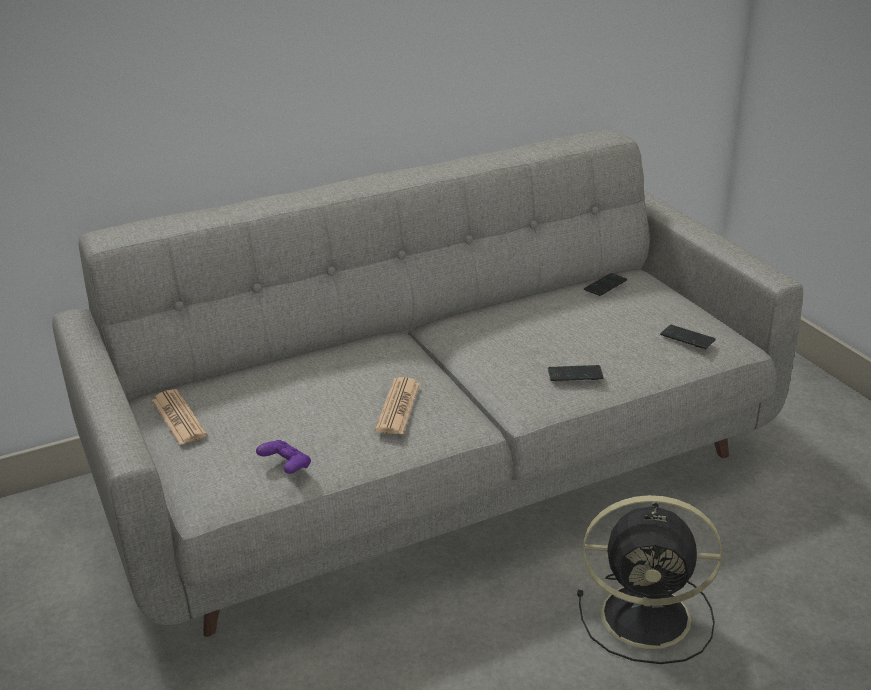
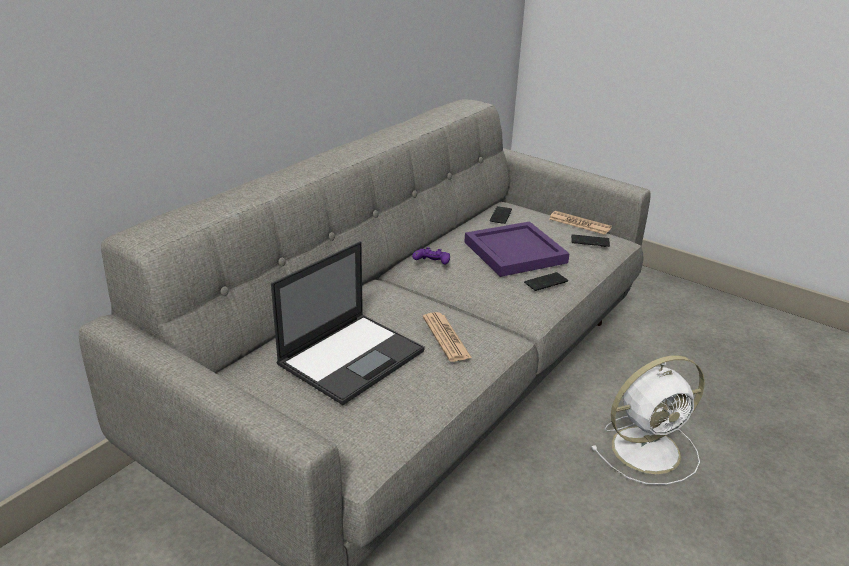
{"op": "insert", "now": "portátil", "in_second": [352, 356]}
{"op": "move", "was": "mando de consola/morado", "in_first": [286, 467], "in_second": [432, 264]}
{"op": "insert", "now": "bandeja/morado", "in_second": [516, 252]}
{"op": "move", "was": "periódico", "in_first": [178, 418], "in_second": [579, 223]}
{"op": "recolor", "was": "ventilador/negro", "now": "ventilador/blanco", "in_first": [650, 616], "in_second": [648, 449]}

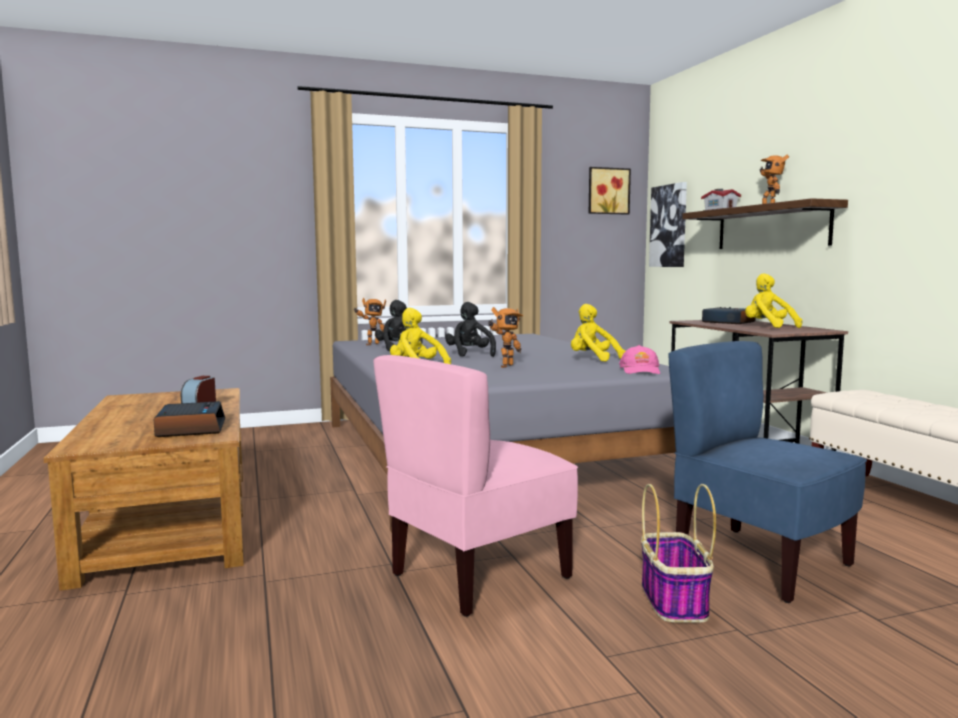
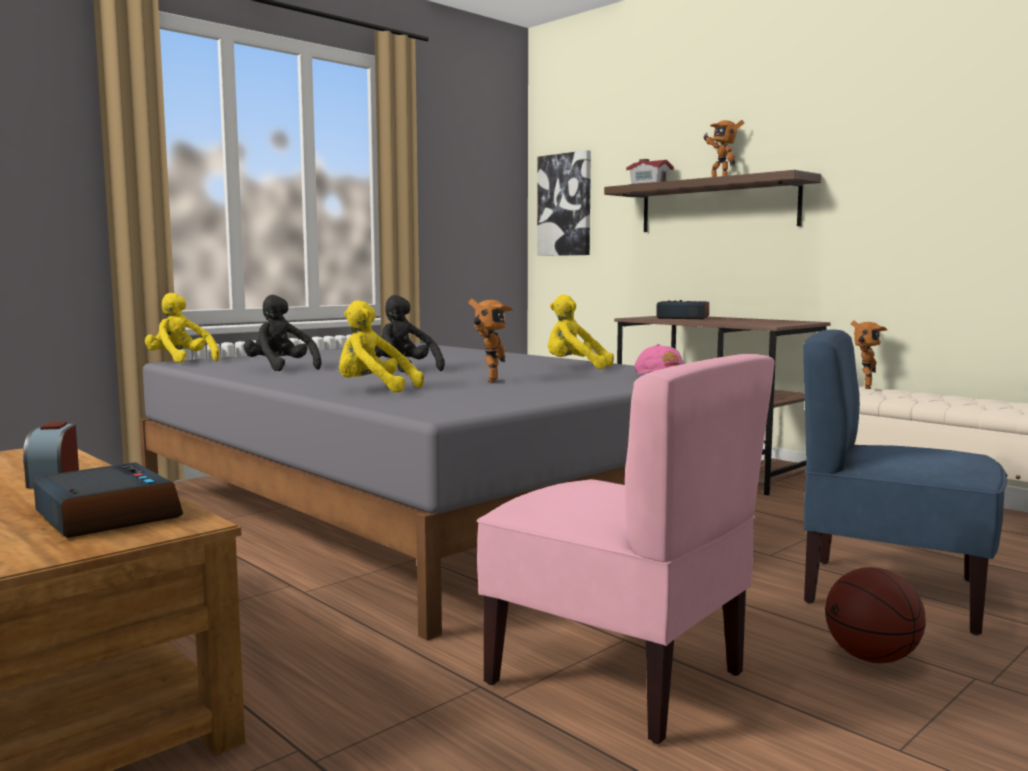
{"op": "move", "was": "peluche/amarillo", "in_first": [768, 327], "in_second": [180, 361]}
{"op": "rotate", "was": "silla/rosa", "in_first": [478, 575], "in_second": [618, 677], "clockwise": -75}
{"op": "replace", "was": "cesta", "now": "balón de baloncesto", "in_first": [673, 600], "in_second": [871, 658]}
{"op": "move", "was": "robot de juguete", "in_first": [371, 344], "in_second": [864, 387]}
{"op": "delete", "was": "cuadro", "in_first": [608, 191]}

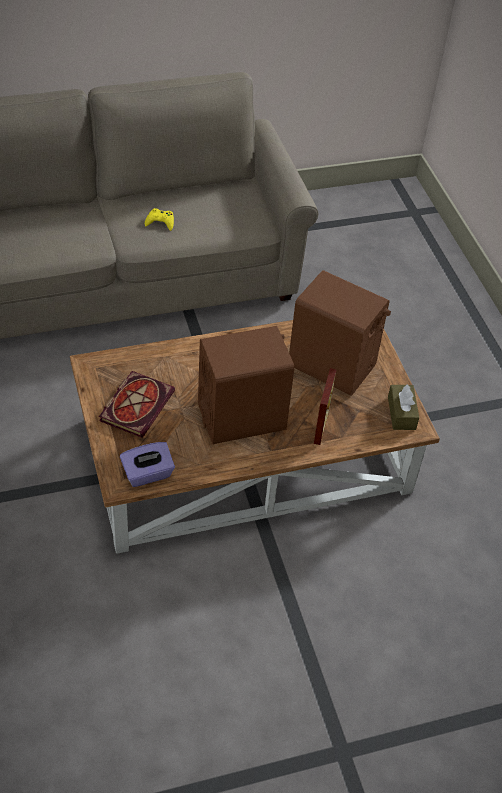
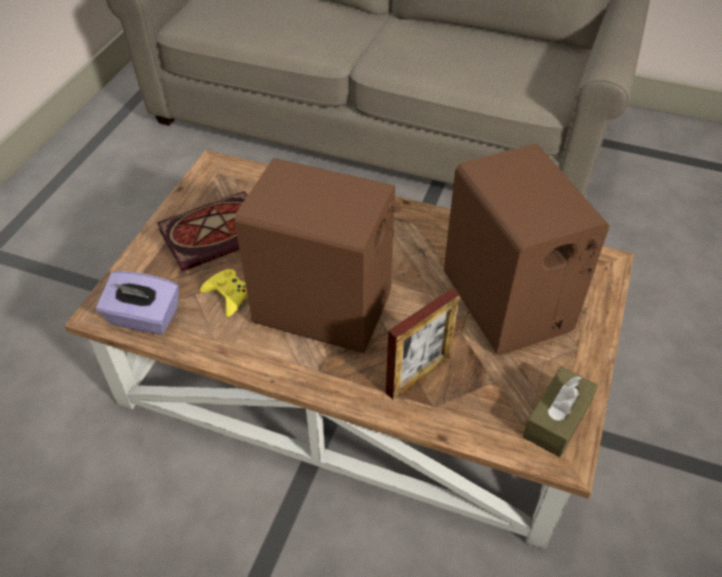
{"op": "move", "was": "mando de consola/amarillo", "in_first": [160, 222], "in_second": [228, 295]}

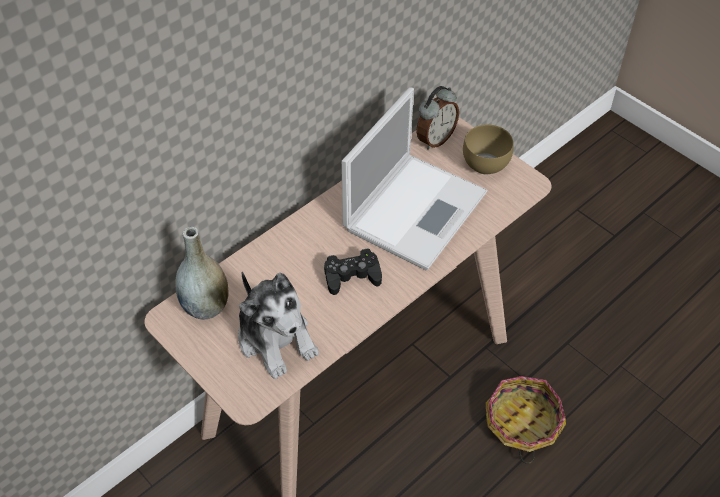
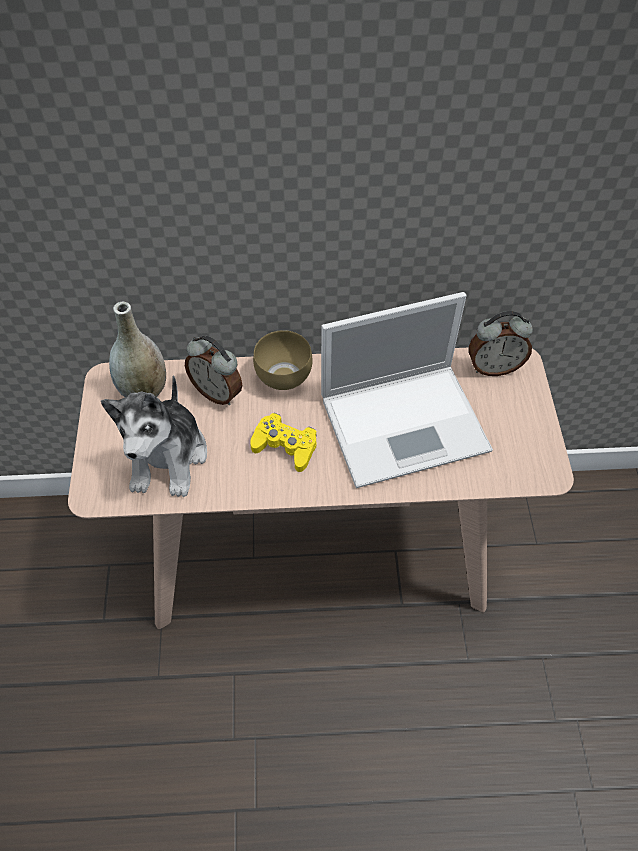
{"op": "insert", "now": "despertador", "in_second": [218, 392]}
{"op": "recolor", "was": "mando de consola/negro", "now": "mando de consola/amarillo", "in_first": [352, 276], "in_second": [285, 446]}
{"op": "move", "was": "cuenco/marrón", "in_first": [487, 165], "in_second": [285, 378]}
{"op": "delete", "was": "cesta", "in_first": [522, 423]}

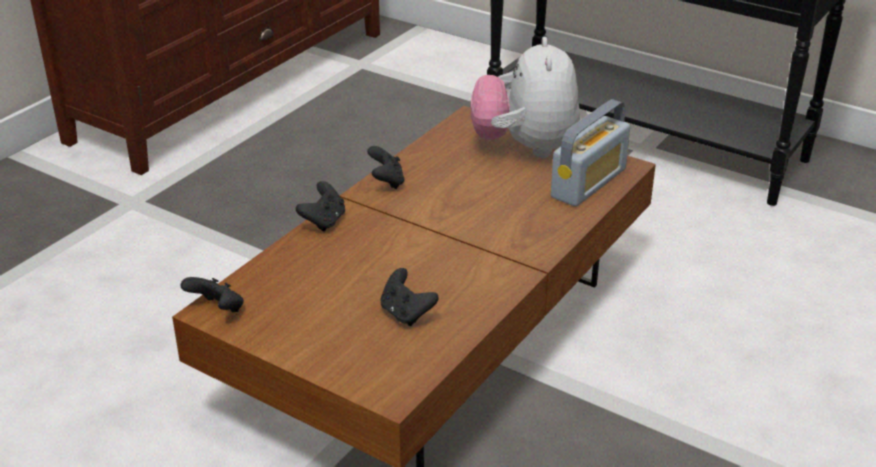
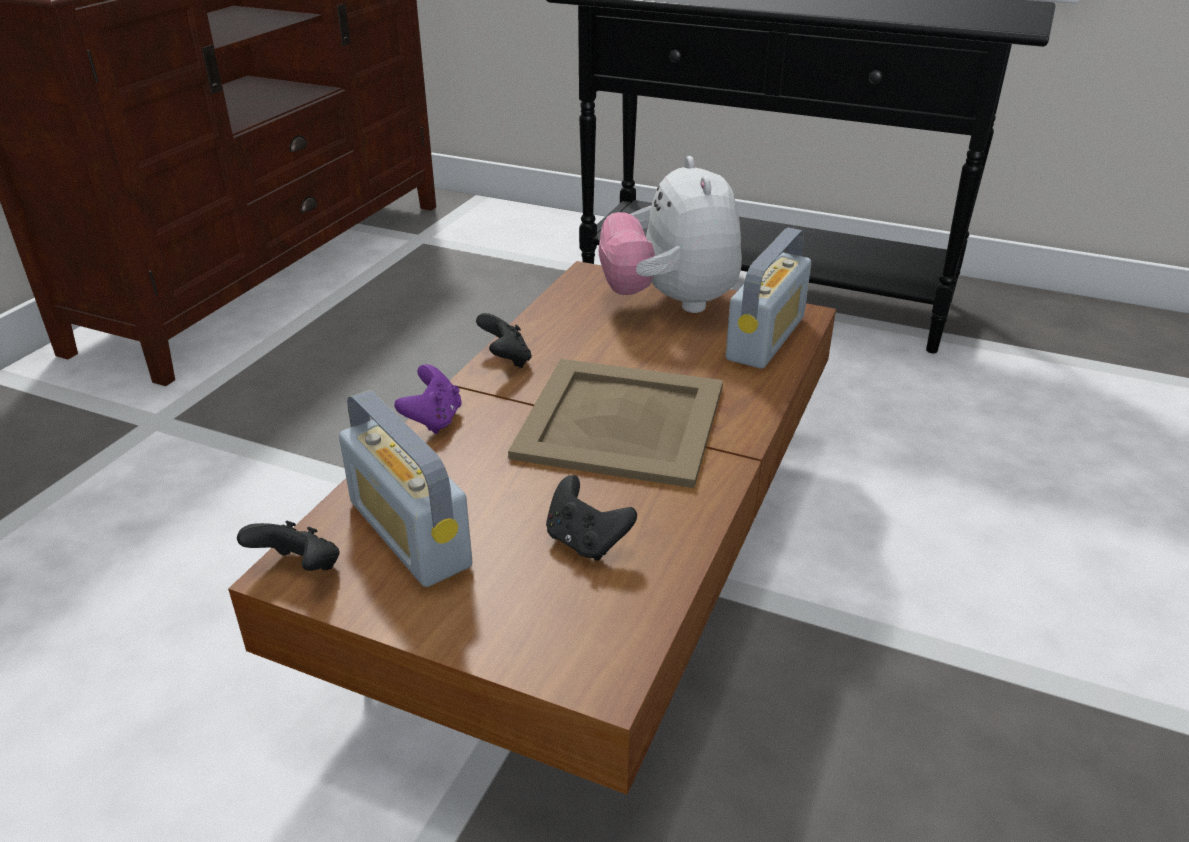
{"op": "insert", "now": "radio", "in_second": [409, 533]}
{"op": "recolor", "was": "mando de consola/negro", "now": "mando de consola/morado", "in_first": [324, 221], "in_second": [433, 420]}
{"op": "insert", "now": "bandeja/beis", "in_second": [620, 420]}

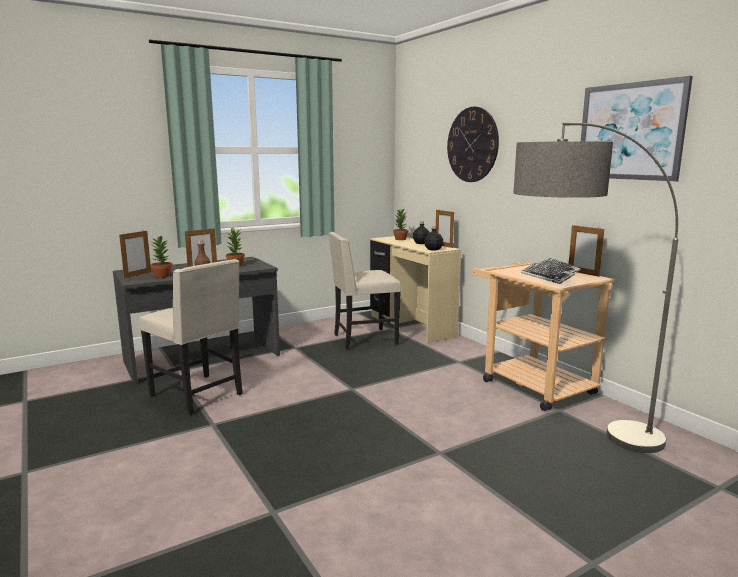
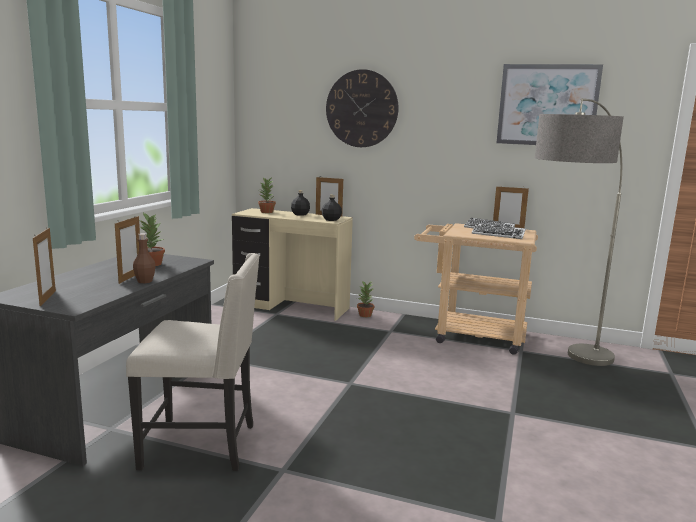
{"op": "move", "was": "planta en maceta", "in_first": [162, 276], "in_second": [365, 315]}
{"op": "delete", "was": "silla/beis", "in_first": [363, 339]}

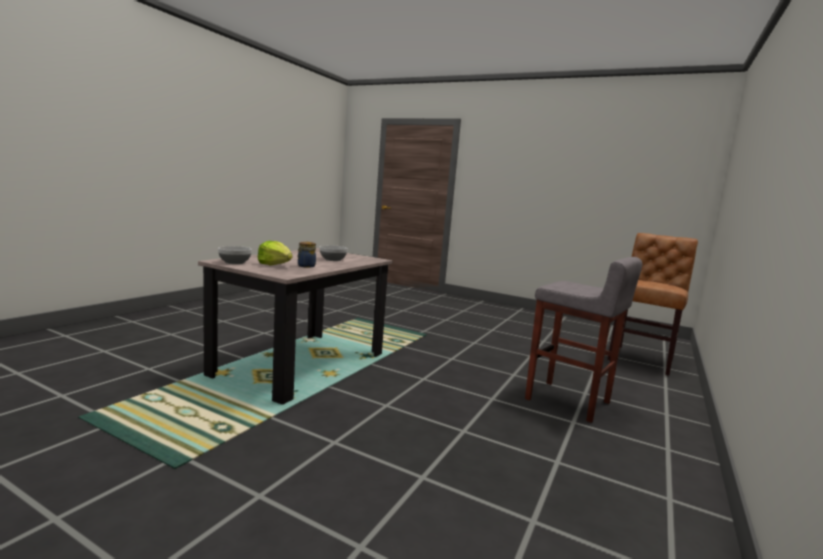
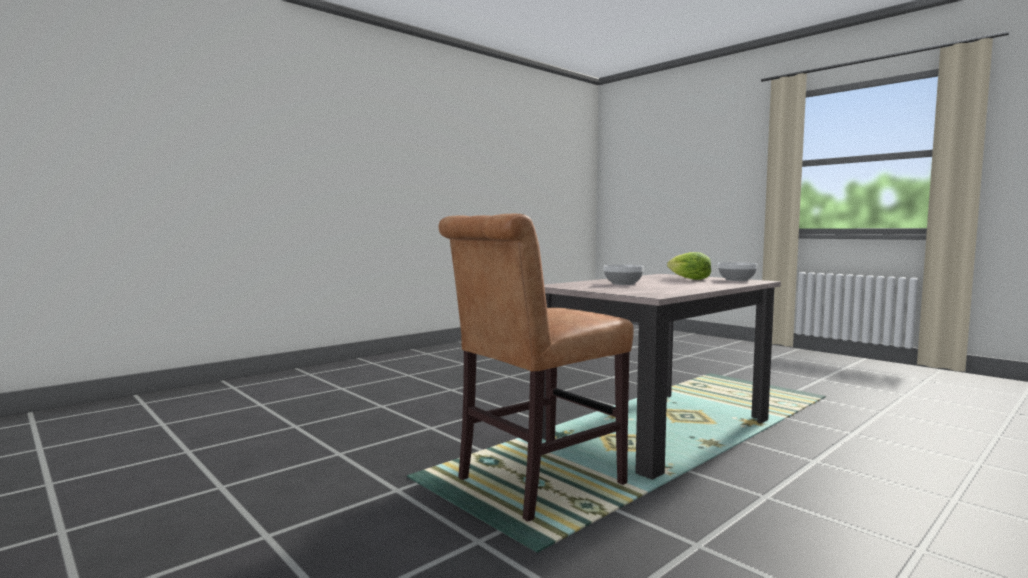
{"op": "move", "was": "silla/marrón", "in_first": [642, 359], "in_second": [533, 484]}
{"op": "delete", "was": "tarro", "in_first": [305, 266]}
{"op": "delete", "was": "taburete/gris", "in_first": [568, 401]}

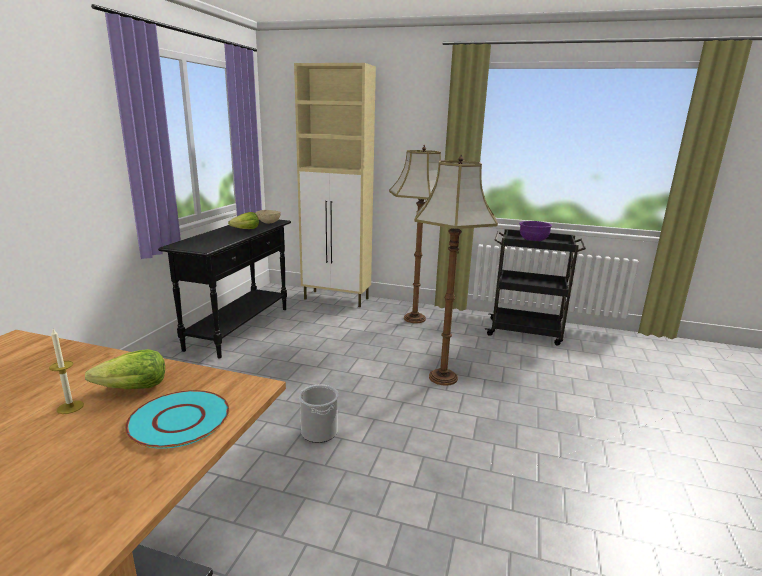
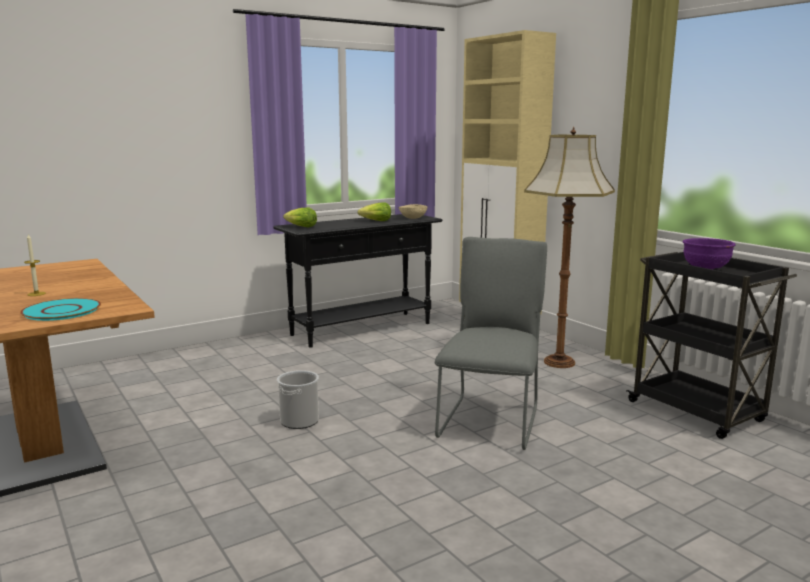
{"op": "move", "was": "lechuga", "in_first": [132, 389], "in_second": [301, 227]}
{"op": "replace", "was": "lámpara de pie", "now": "silla/gris", "in_first": [442, 377], "in_second": [490, 420]}

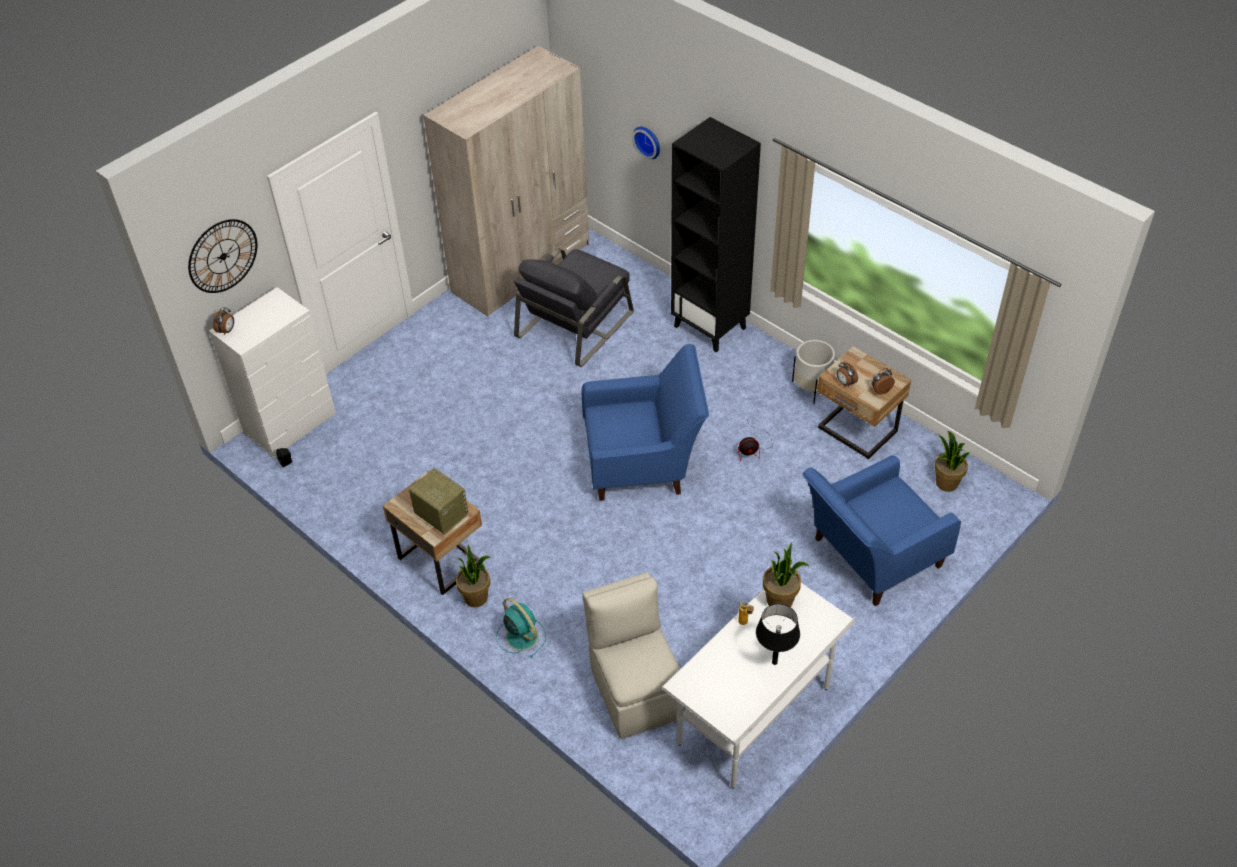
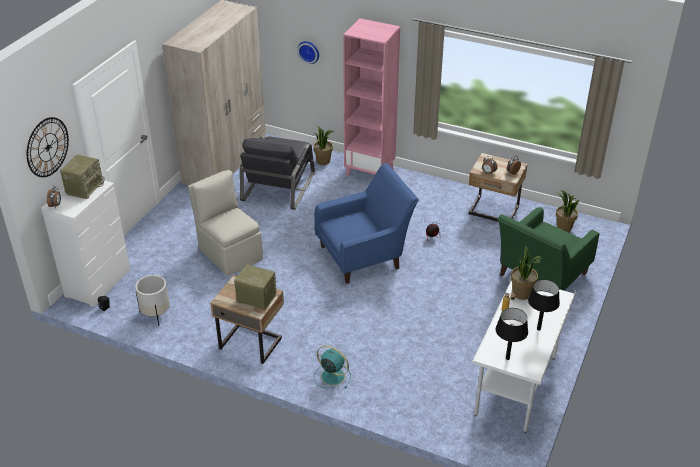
{"op": "insert", "now": "radio", "in_second": [84, 188]}
{"op": "move", "was": "maceta/blanco", "in_first": [811, 388], "in_second": [156, 314]}
{"op": "move", "was": "silla/beis", "in_first": [635, 690], "in_second": [229, 253]}
{"op": "move", "was": "planta en maceta", "in_first": [476, 597], "in_second": [323, 161]}
{"op": "recolor", "was": "estantería/negro", "now": "estantería/rosa", "in_first": [710, 327], "in_second": [370, 172]}
{"op": "insert", "now": "lámpara de mesa/negro", "in_second": [507, 358]}
{"op": "recolor", "was": "sillón/azul", "now": "sillón/verde", "in_first": [870, 557], "in_second": [540, 278]}

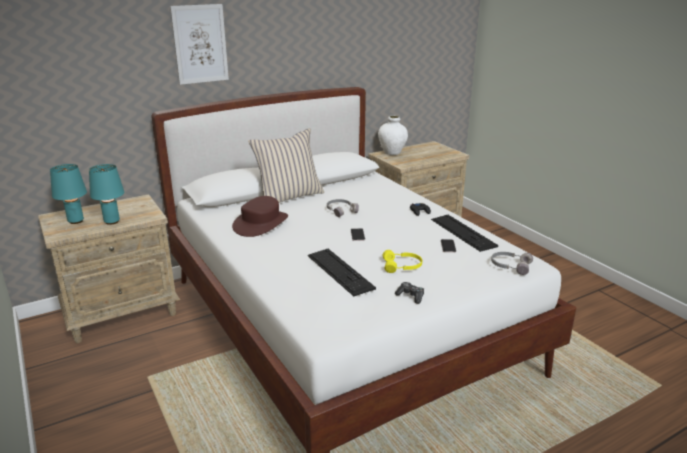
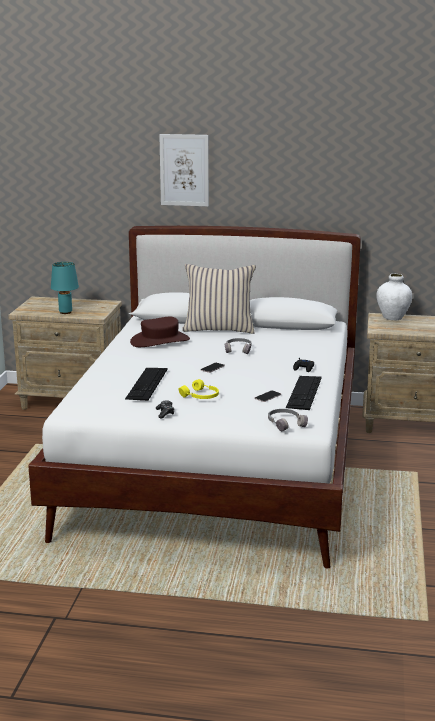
{"op": "delete", "was": "lámpara de mesa/turquesa", "in_first": [76, 221]}

